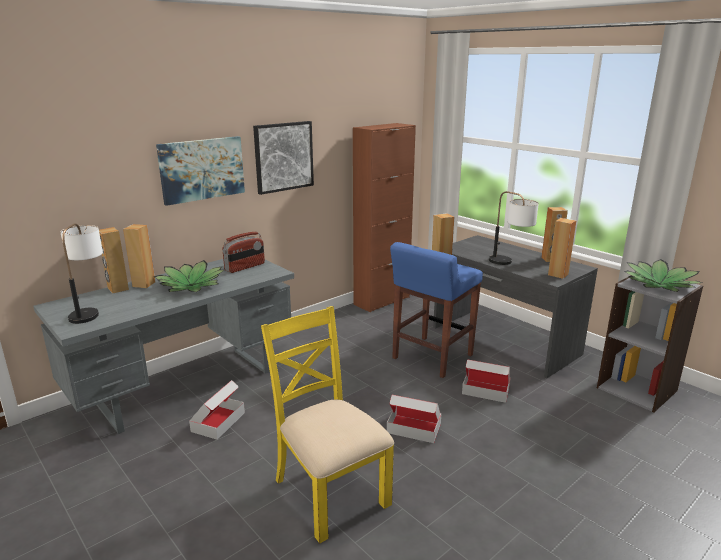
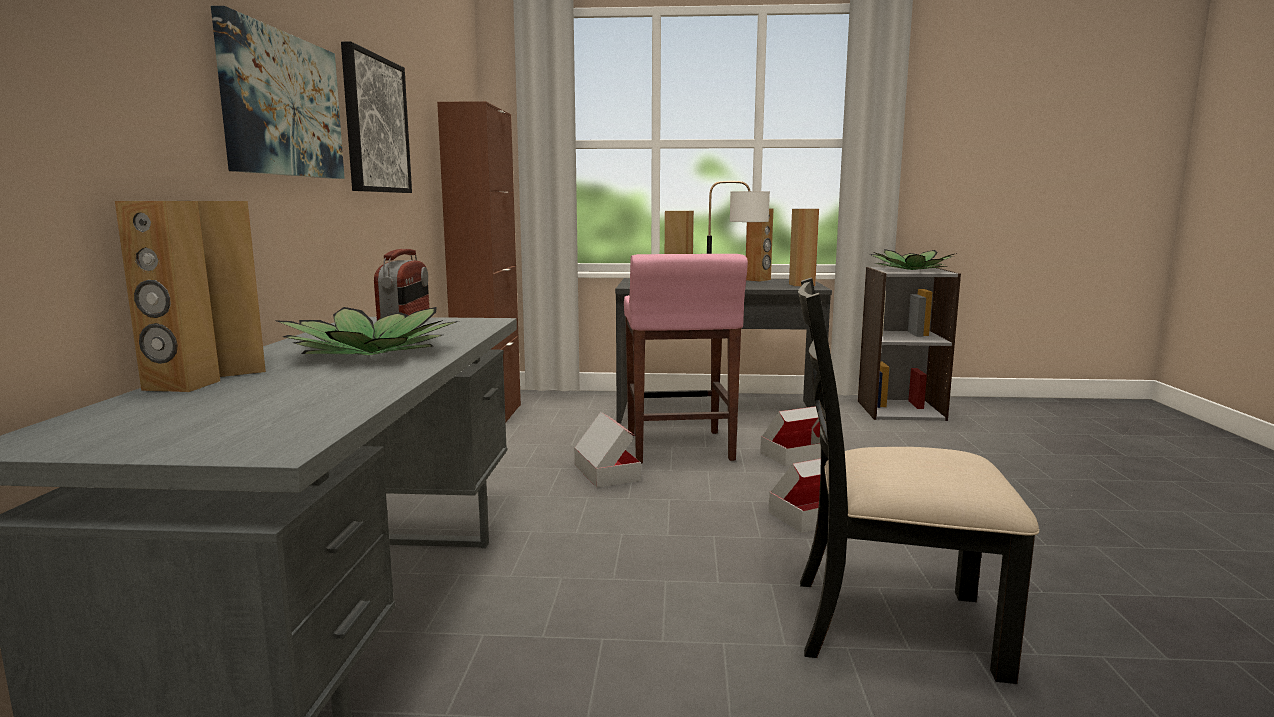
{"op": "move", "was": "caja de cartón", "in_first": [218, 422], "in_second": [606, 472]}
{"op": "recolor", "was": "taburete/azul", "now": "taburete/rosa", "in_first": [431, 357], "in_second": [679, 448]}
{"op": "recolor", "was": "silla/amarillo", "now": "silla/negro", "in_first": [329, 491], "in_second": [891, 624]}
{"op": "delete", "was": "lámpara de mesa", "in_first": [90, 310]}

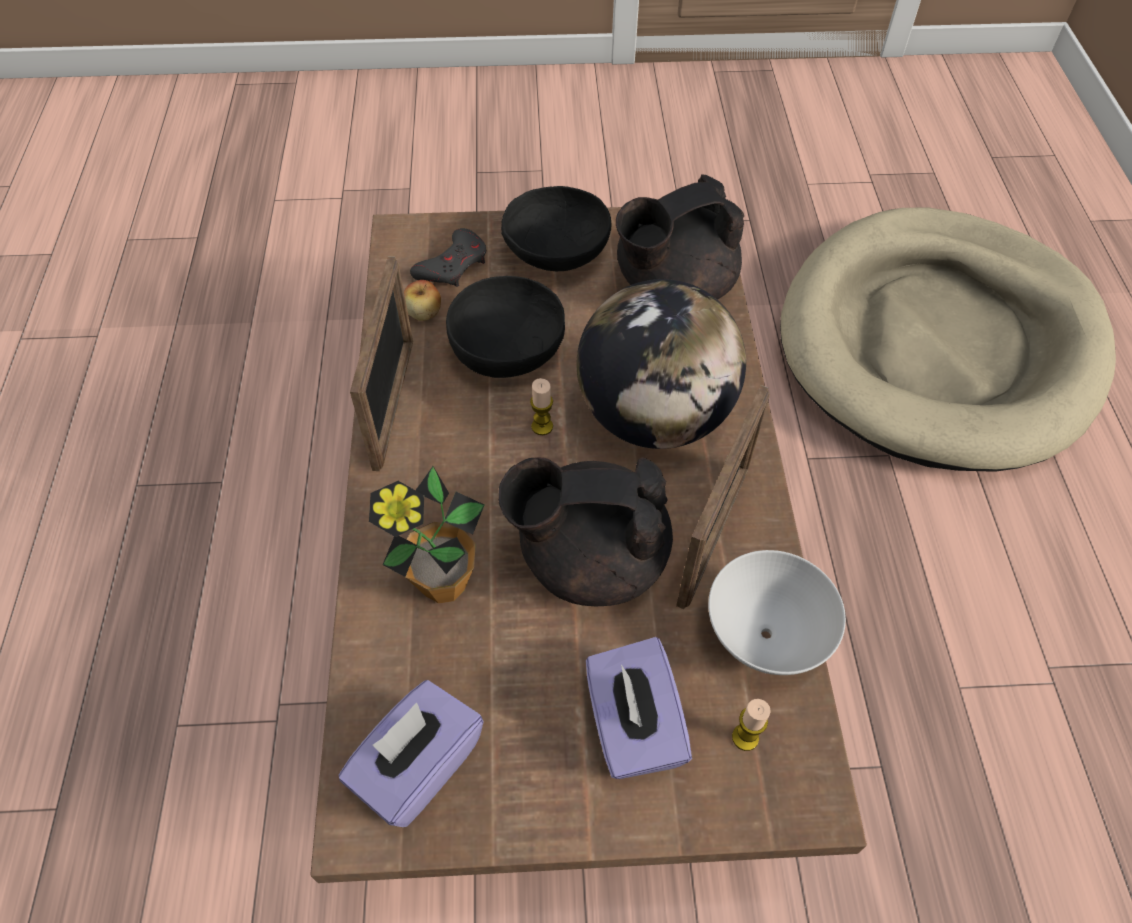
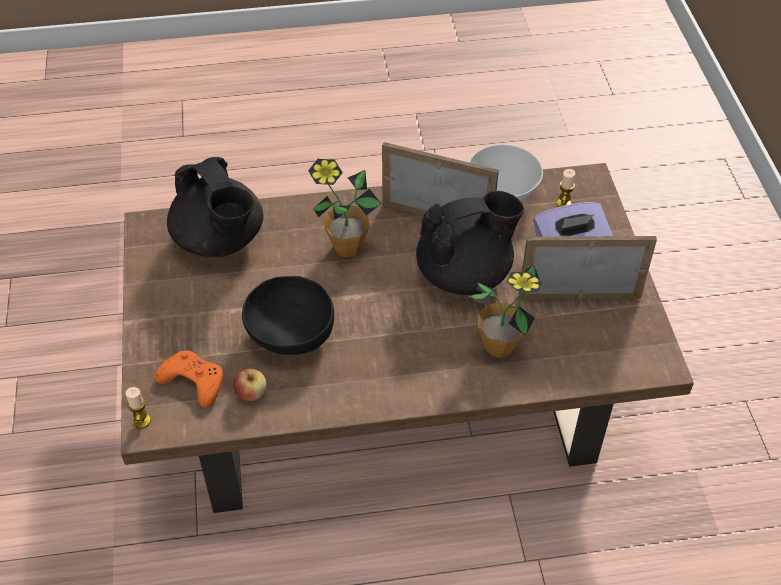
{"op": "move", "was": "vela", "in_first": [542, 426], "in_second": [142, 421]}
{"op": "recolor", "was": "mando de consola/gris", "now": "mando de consola/naranja", "in_first": [453, 265], "in_second": [193, 381]}
{"op": "replace", "was": "globo terráqueo", "now": "planta en maceta", "in_first": [654, 416], "in_second": [347, 247]}
{"op": "rotate", "was": "tetera/negro", "in_first": [590, 557], "in_second": [465, 274], "clockwise": -105}
{"op": "move", "was": "portarretratos", "in_first": [394, 403], "in_second": [579, 296]}
{"op": "delete", "was": "caja de pañuelos/morado", "in_first": [417, 766]}
{"op": "delete", "was": "cuenco/negro", "in_first": [556, 255]}
{"op": "delete", "was": "cama para perro/beis", "in_first": [938, 343]}

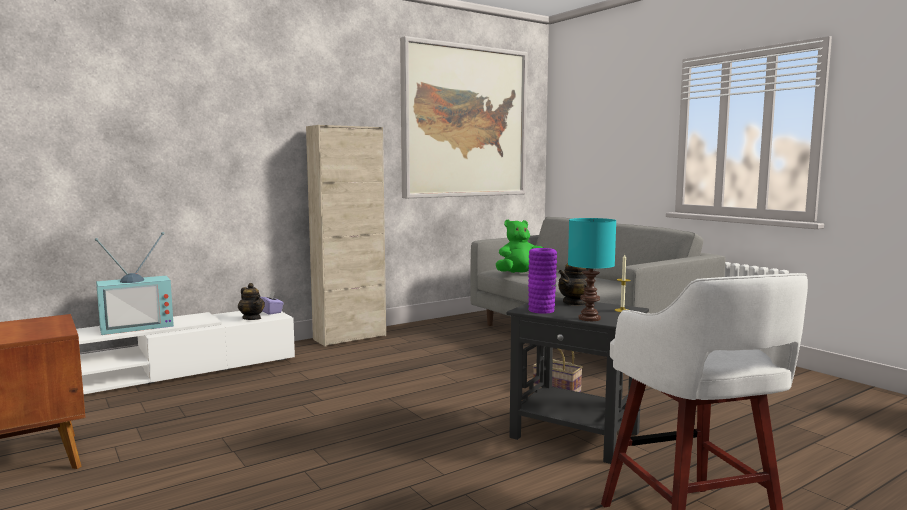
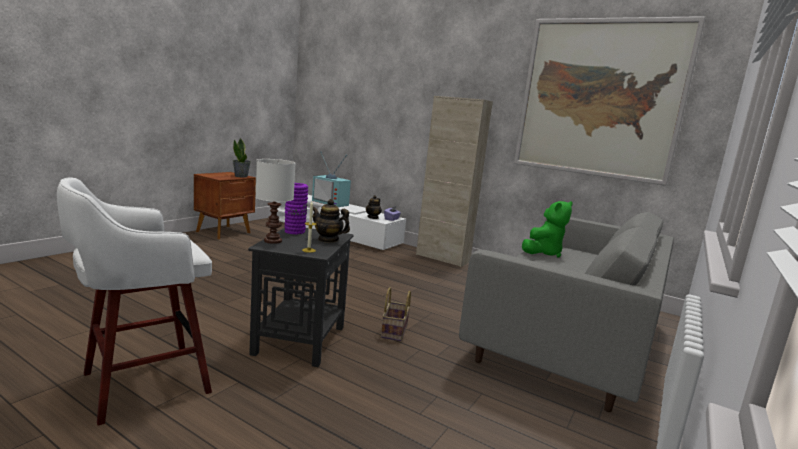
{"op": "insert", "now": "planta en maceta", "in_second": [241, 176]}
{"op": "recolor", "was": "lámpara de mesa/turquesa", "now": "lámpara de mesa/blanco", "in_first": [590, 318], "in_second": [272, 241]}
{"op": "rotate", "was": "peluche/verde", "in_first": [520, 275], "in_second": [543, 253], "clockwise": 90}

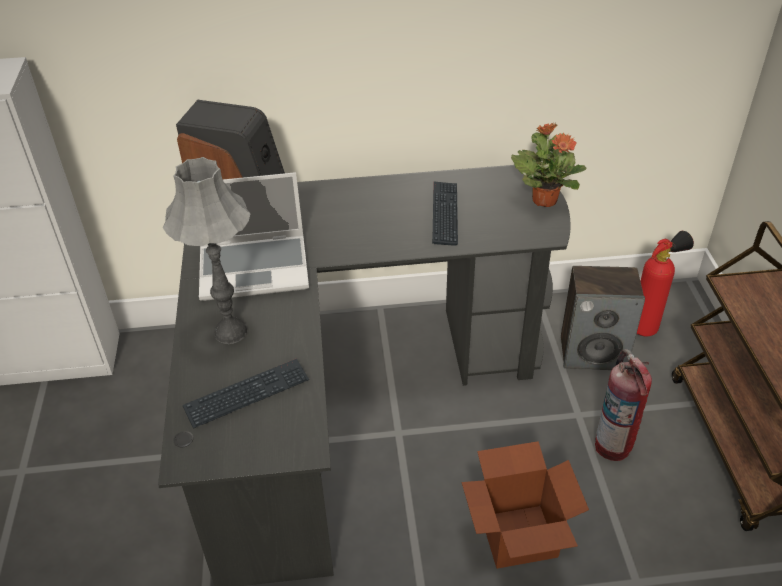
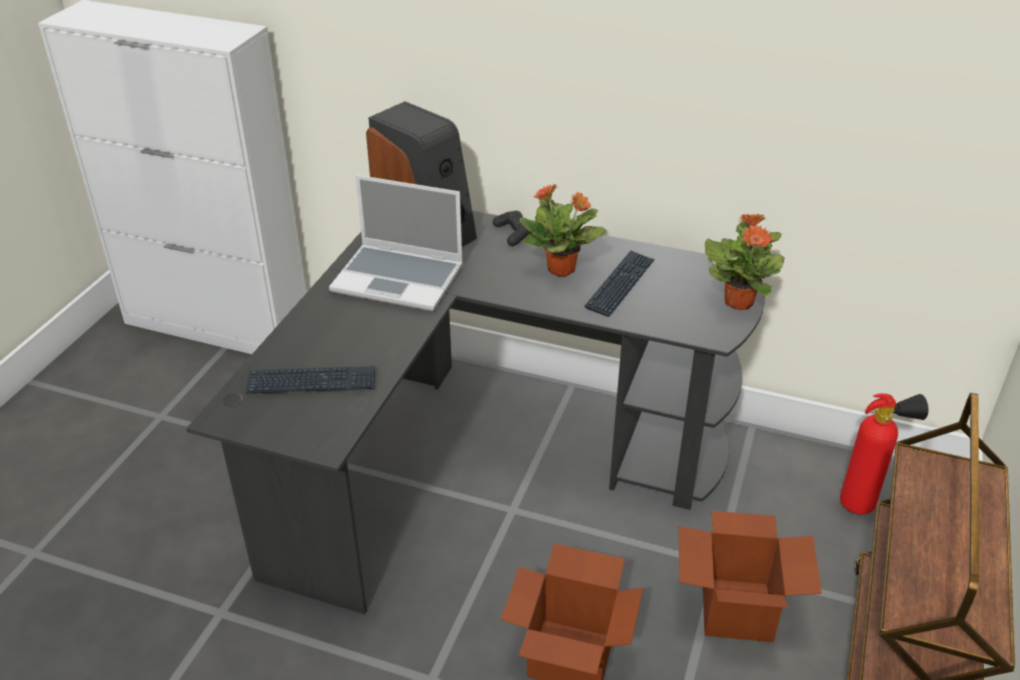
{"op": "insert", "now": "mando de consola/negro", "in_second": [513, 233]}
{"op": "insert", "now": "planta en maceta", "in_second": [562, 270]}
{"op": "replace", "was": "extintor", "now": "caja de cartón", "in_first": [613, 445], "in_second": [737, 610]}
{"op": "delete", "was": "lámpara de mesa/gris", "in_first": [231, 332]}
{"op": "delete", "was": "altavoz", "in_first": [593, 353]}

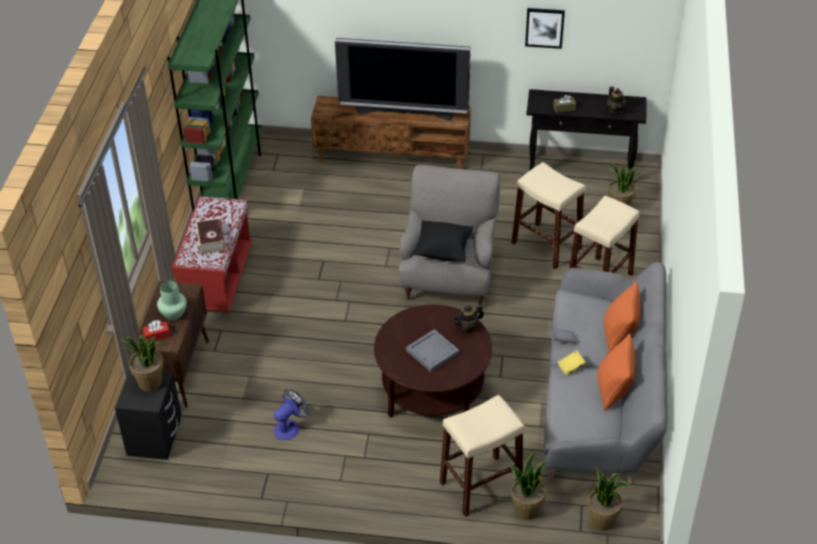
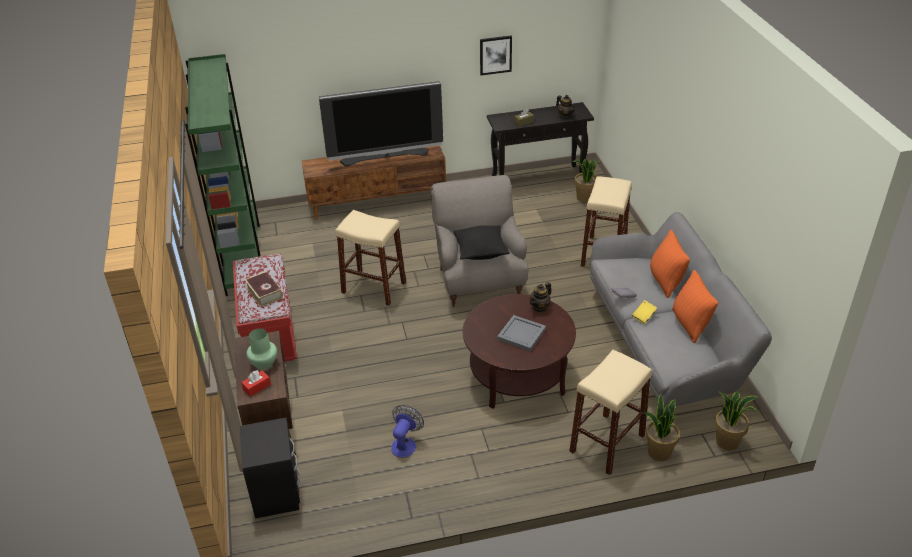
{"op": "move", "was": "taburete/beis", "in_first": [546, 246], "in_second": [374, 288]}
{"op": "delete", "was": "planta en maceta", "in_first": [150, 383]}

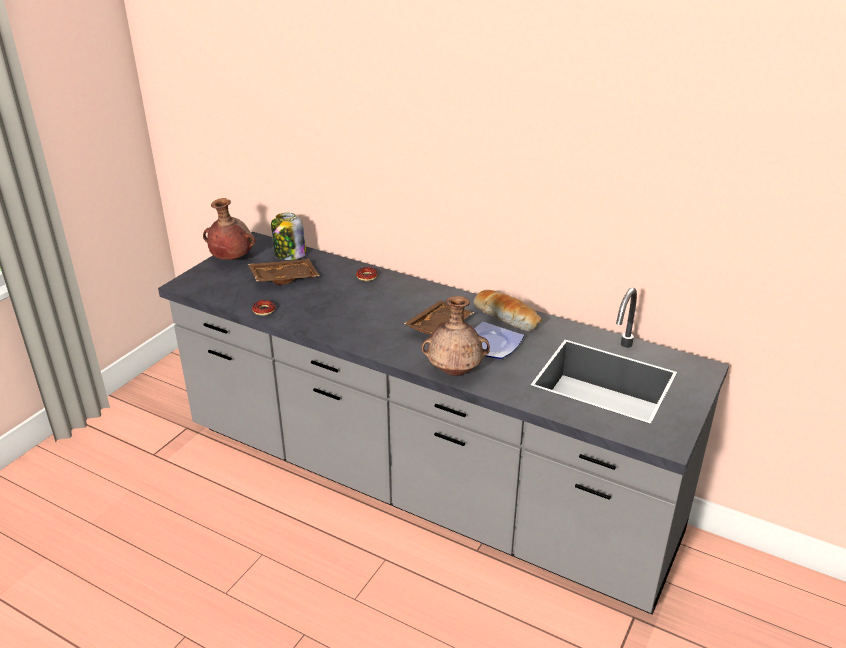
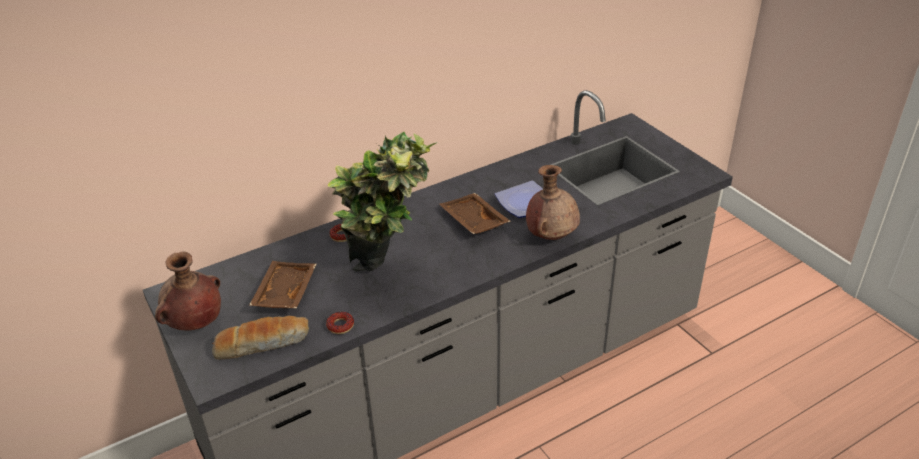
{"op": "move", "was": "pan", "in_first": [507, 317], "in_second": [262, 343]}
{"op": "insert", "now": "planta en maceta", "in_second": [391, 276]}
{"op": "delete", "was": "tarro", "in_first": [289, 255]}

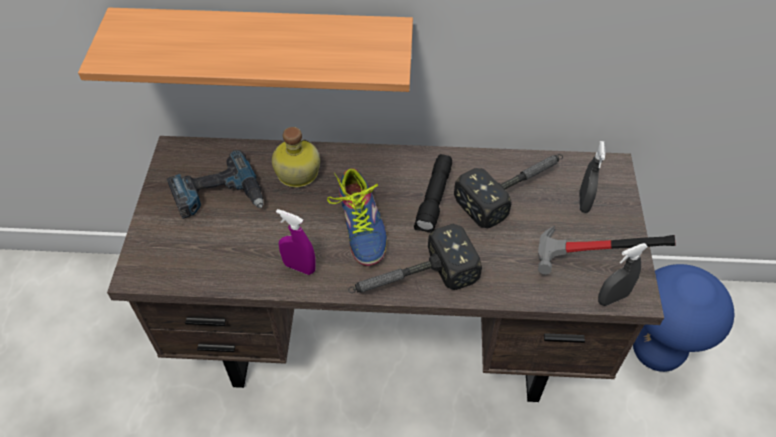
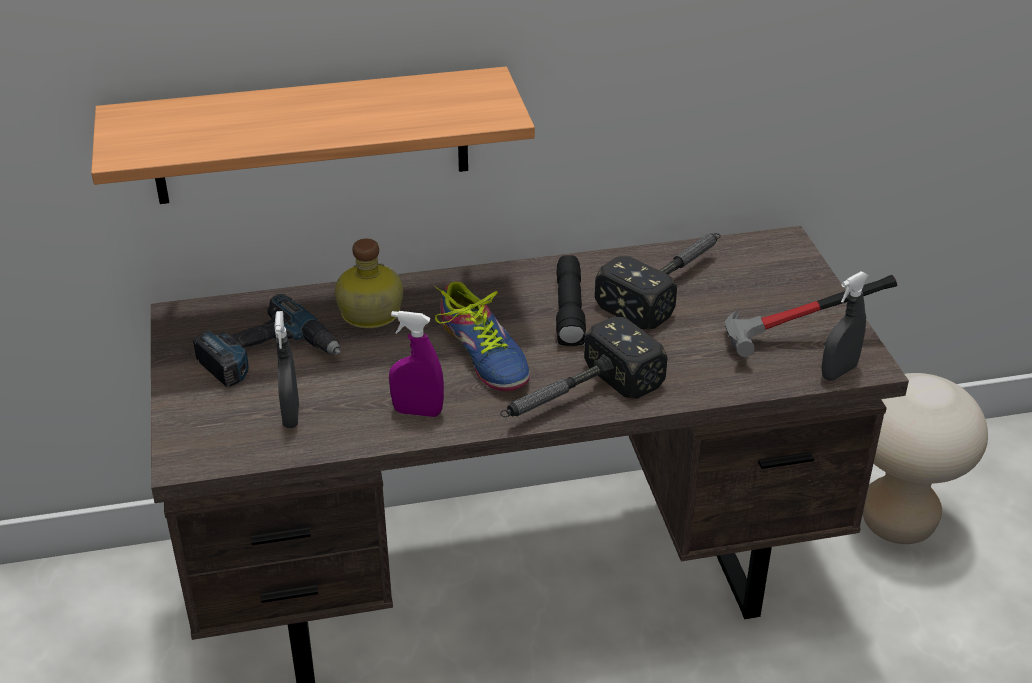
{"op": "move", "was": "pulverizador/gris", "in_first": [584, 202], "in_second": [291, 415]}
{"op": "recolor", "was": "taburete/azul", "now": "taburete/beis", "in_first": [656, 351], "in_second": [897, 522]}

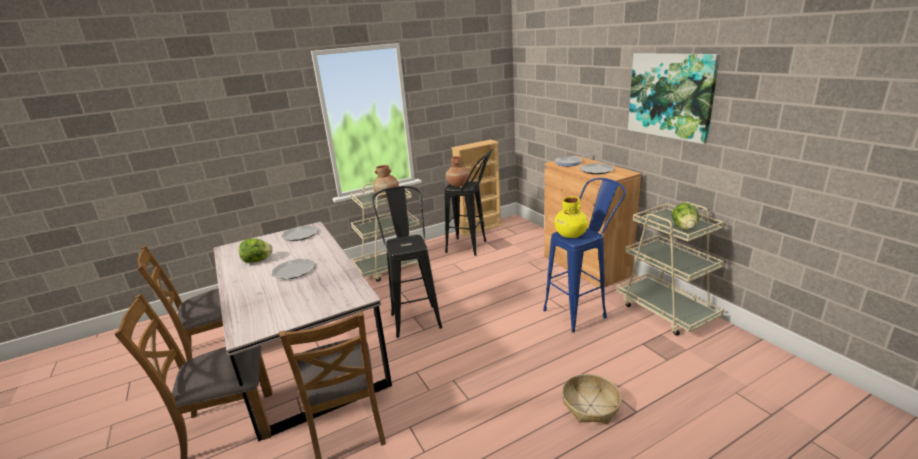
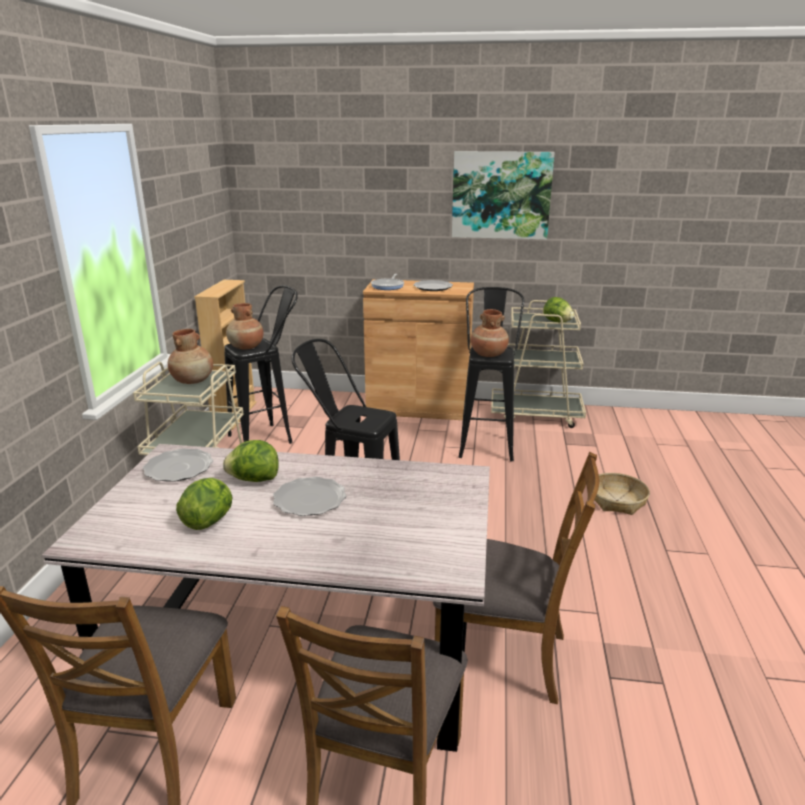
{"op": "insert", "now": "lechuga", "in_second": [254, 479]}
{"op": "recolor", "was": "taburete/azul", "now": "taburete/negro", "in_first": [581, 311], "in_second": [486, 443]}
{"op": "recolor", "was": "florero/amarillo", "now": "florero/marrón", "in_first": [570, 235], "in_second": [488, 354]}

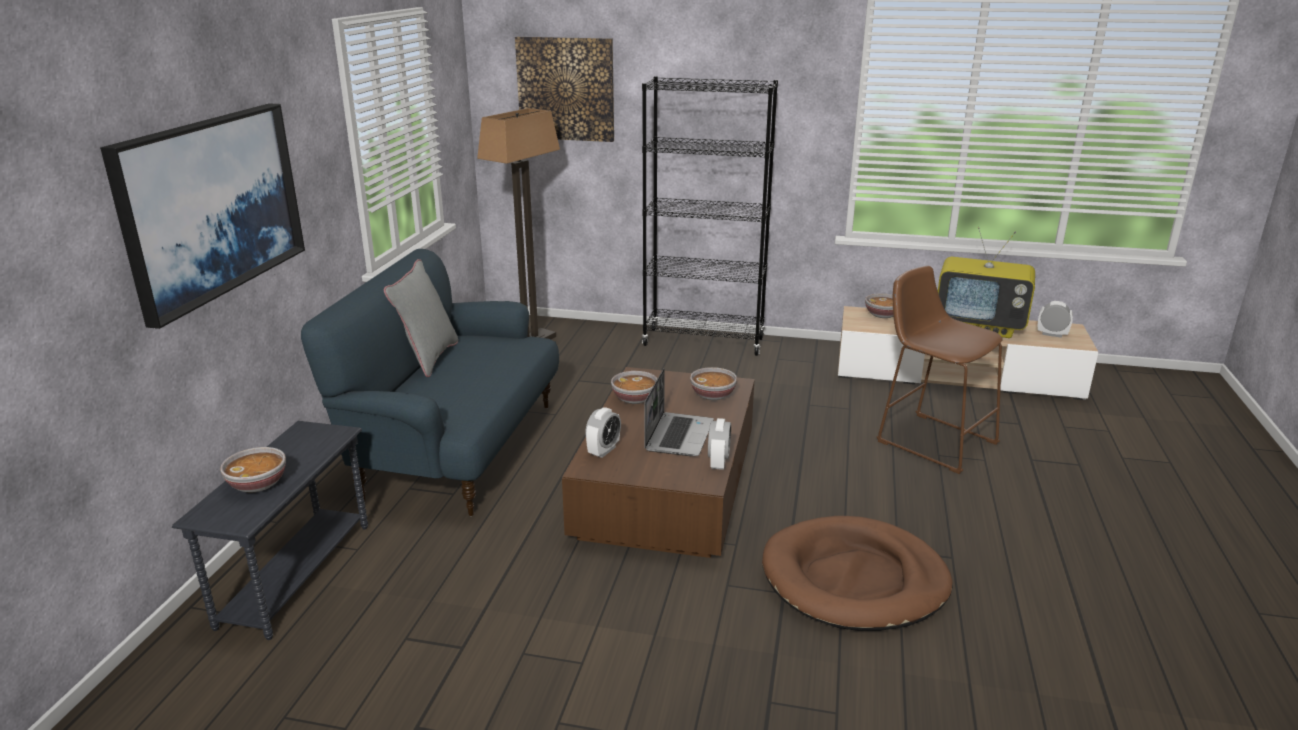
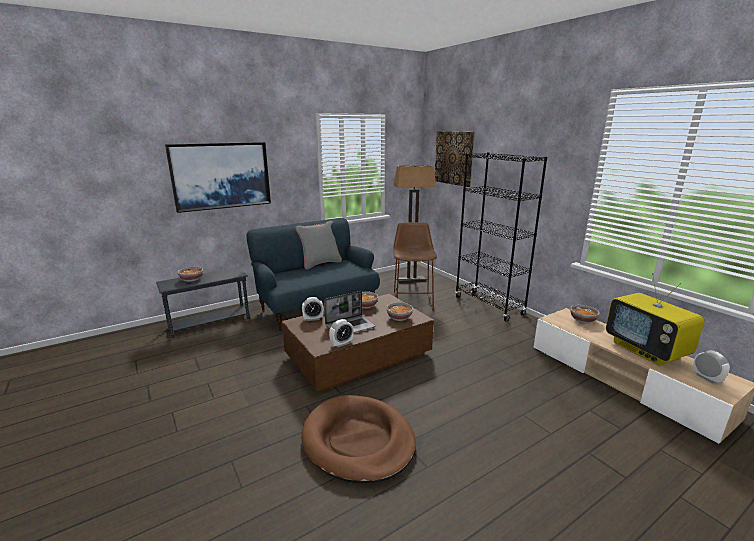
{"op": "move", "was": "taburete/marrón", "in_first": [931, 440], "in_second": [413, 301]}

